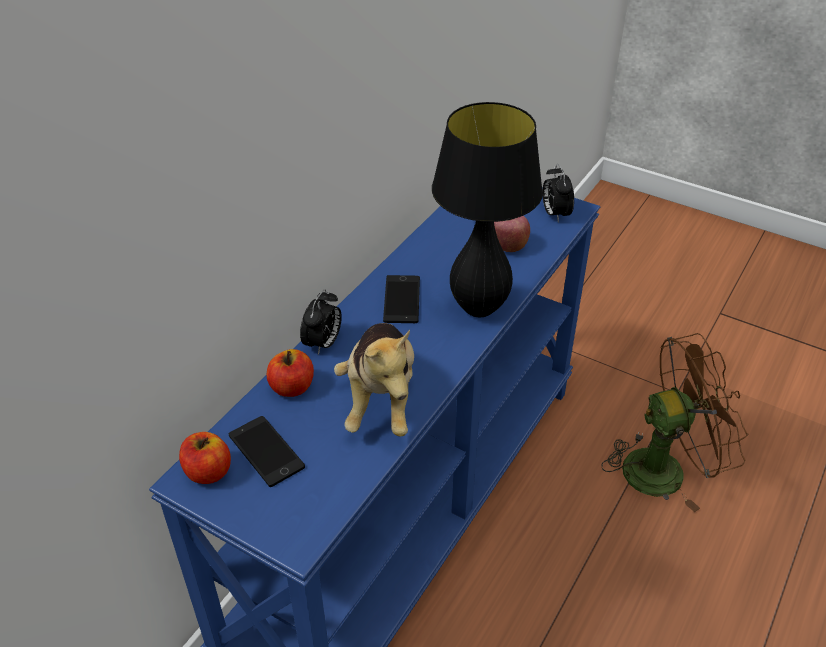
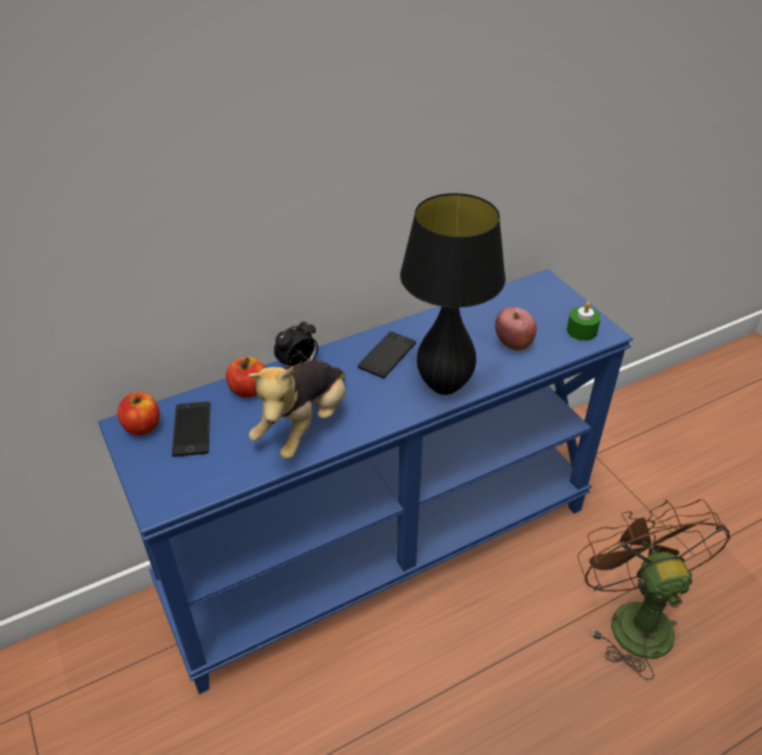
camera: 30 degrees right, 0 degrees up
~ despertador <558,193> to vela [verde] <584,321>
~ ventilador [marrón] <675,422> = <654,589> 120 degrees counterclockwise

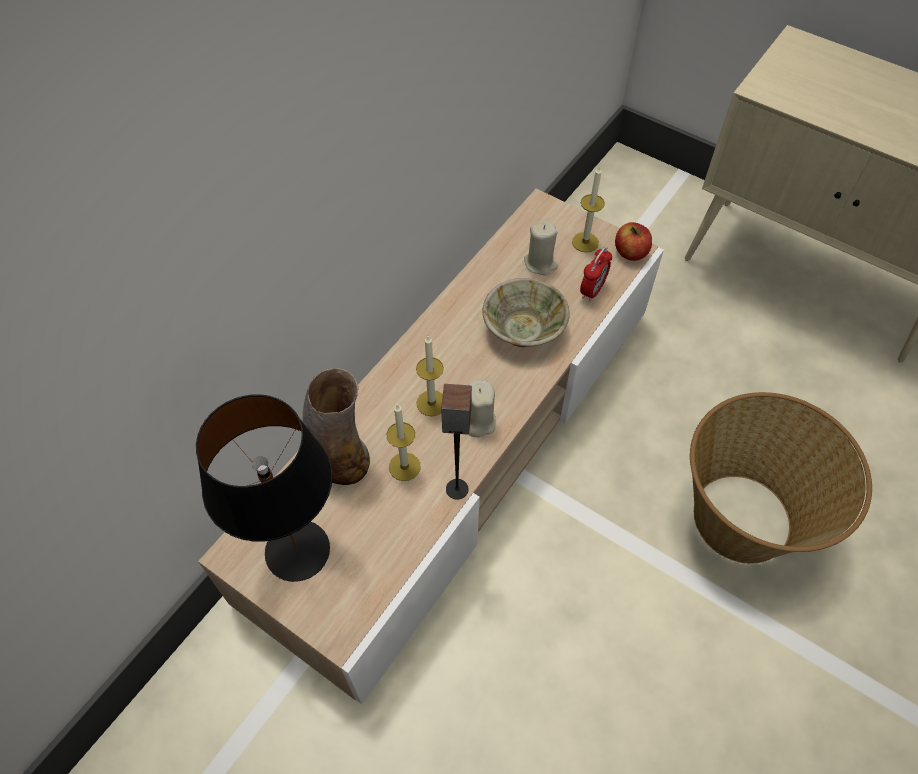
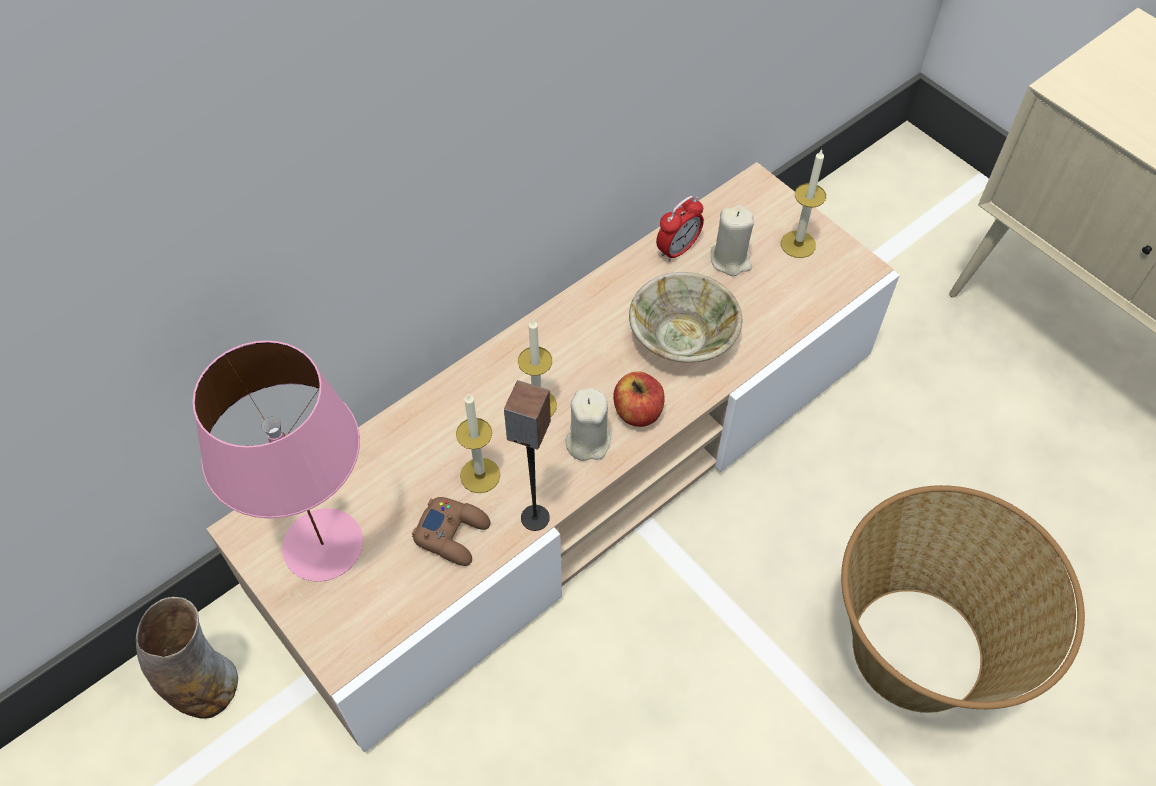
camera: 15 degrees right, 0 degrees up
~ lámpara de mesa [negro] <264,488> to lámpara de mesa [rosa] <278,461>
~ florero <336,426> to <187,658>
~ despertador <596,274> to <680,229>
~ manzana <633,241> to <638,399>
+ mando de consola [marrón] <451,531>

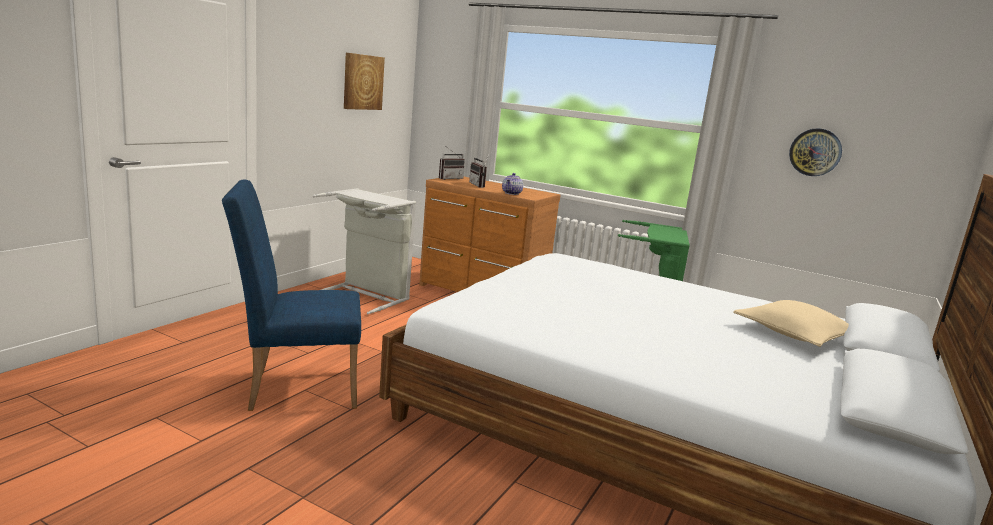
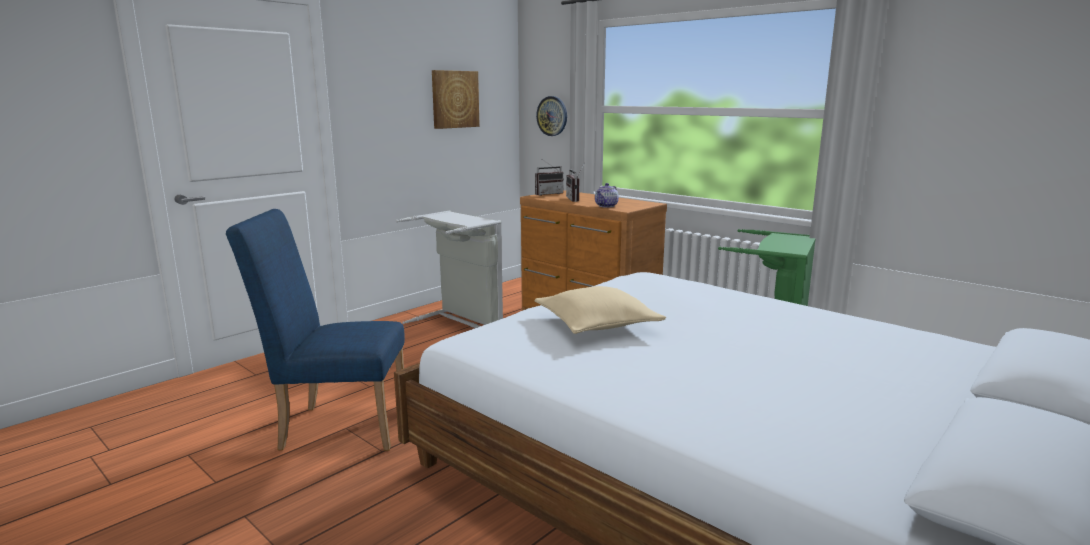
camera: 15 degrees right, 0 degrees up
~ cojín [beis] <791,323> to <600,310>
~ reloj de pared <815,152> to <551,116>

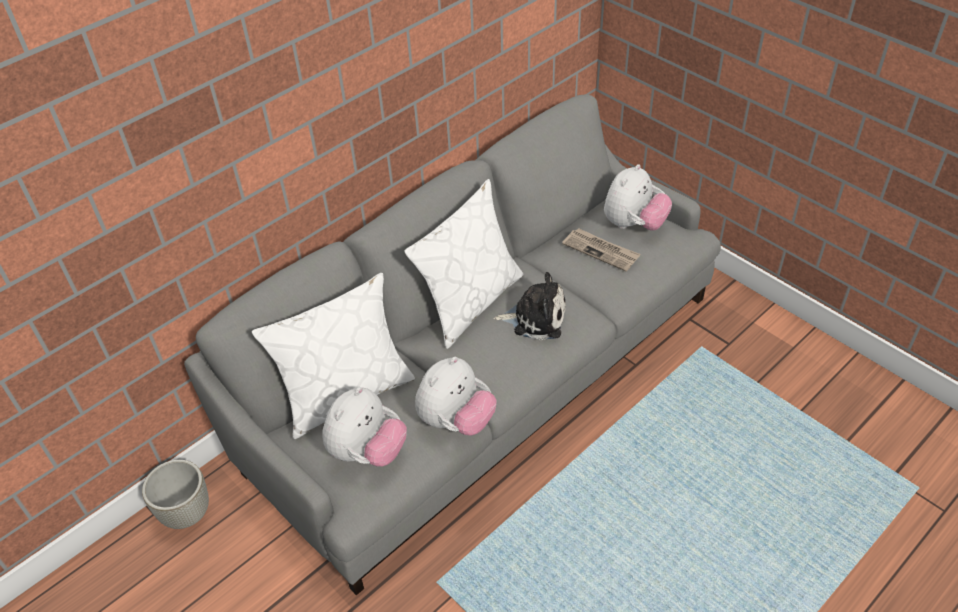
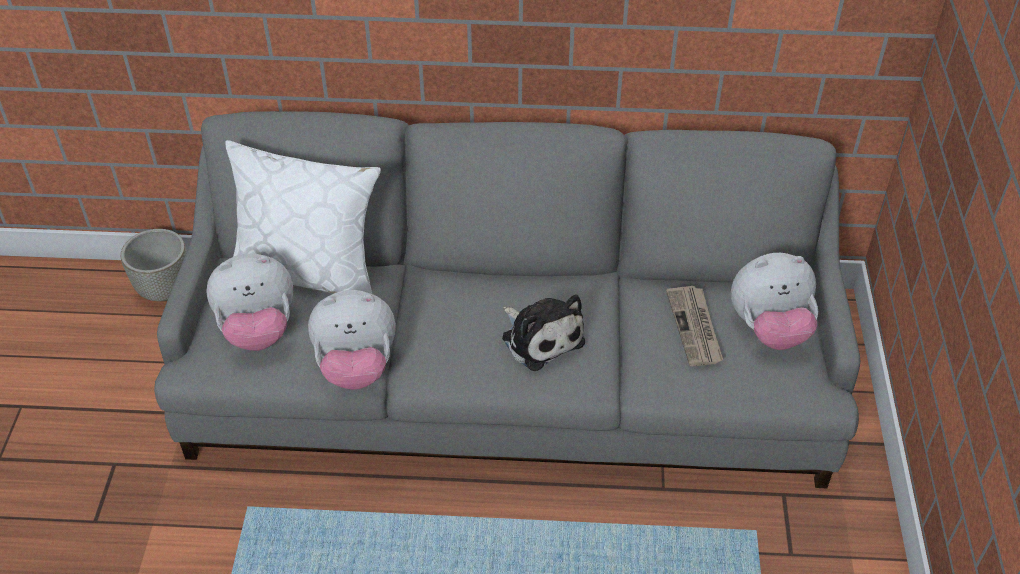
camera: 45 degrees right, 0 degrees up
- cojín [blanco] <464,264>

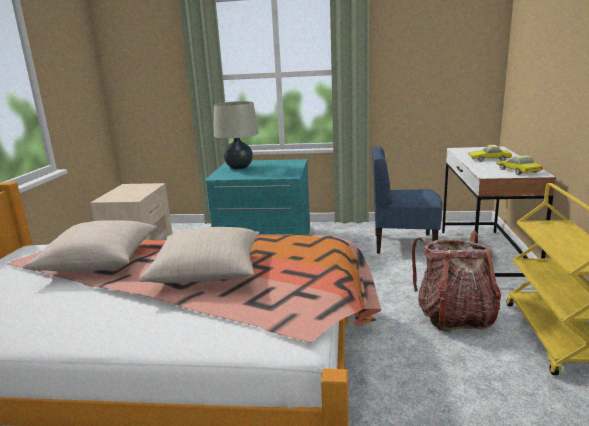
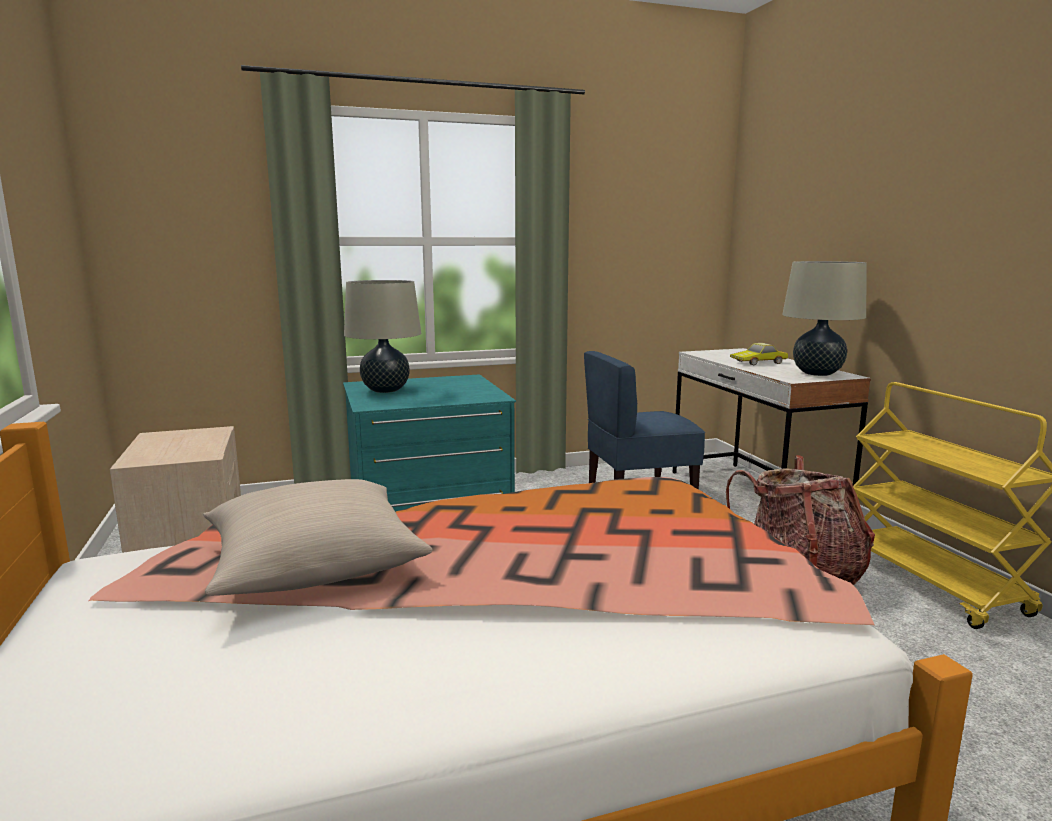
camera: 25 degrees left, 5 degrees down
- cojín [beis] <199,255>
~ coche de juguete <519,165> to lámpara de mesa [beis] <824,318>

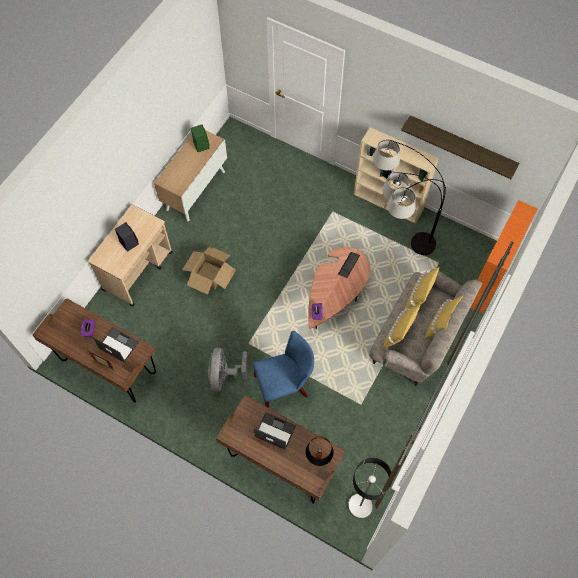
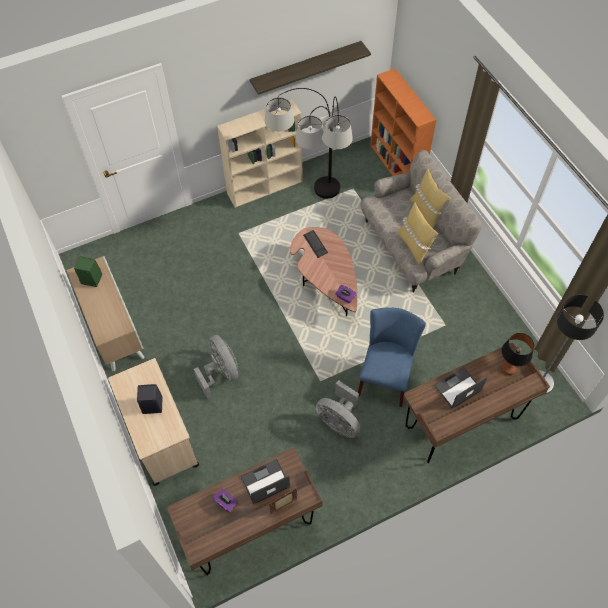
camera: 55 degrees left, 5 degrees down
~ caja de cartón <209,270> to ventilador [gris] <216,367>
- cojín [amarillo] <422,289>

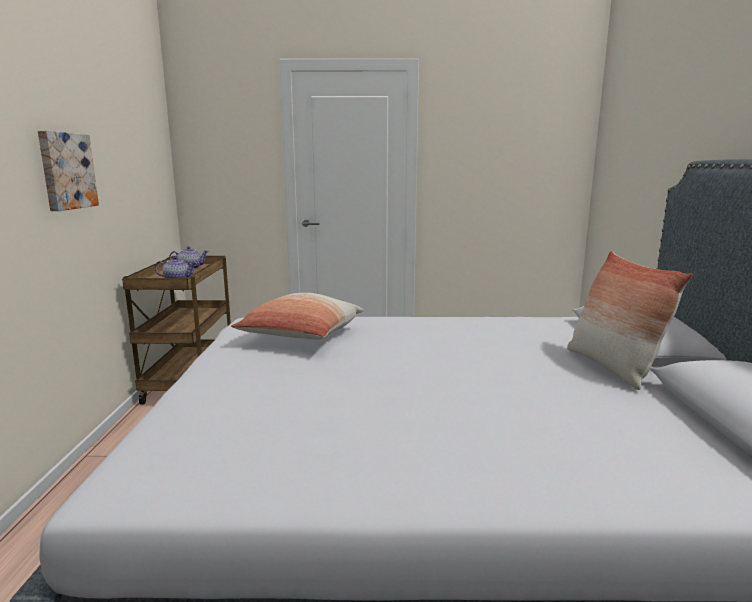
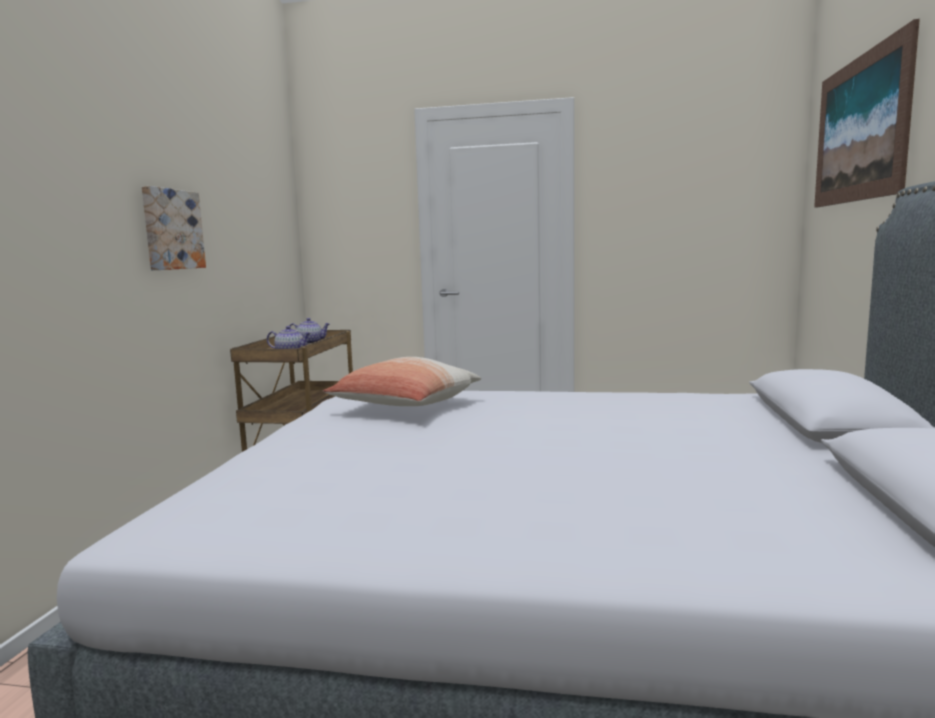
camera: 10 degrees right, 5 degrees down
- cojín <630,320>
+ cuadro <867,113>

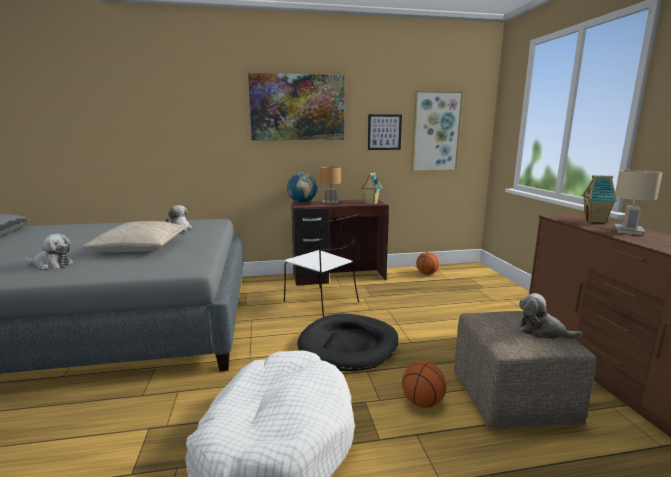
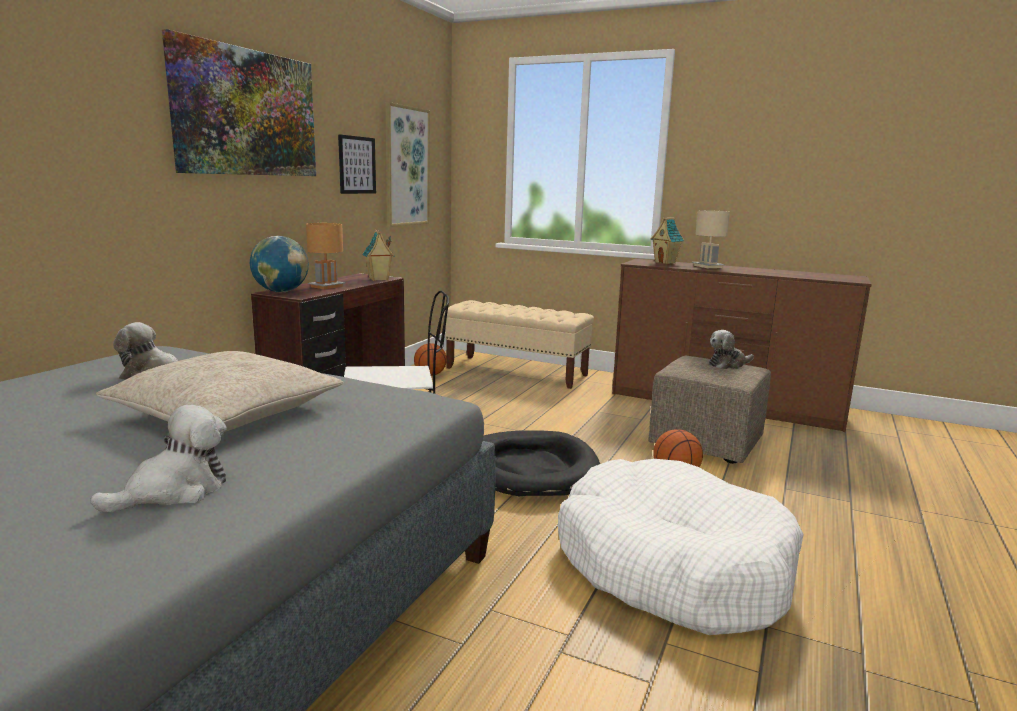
camera: 55 degrees left, 0 degrees up
+ banco [beis] <519,344>

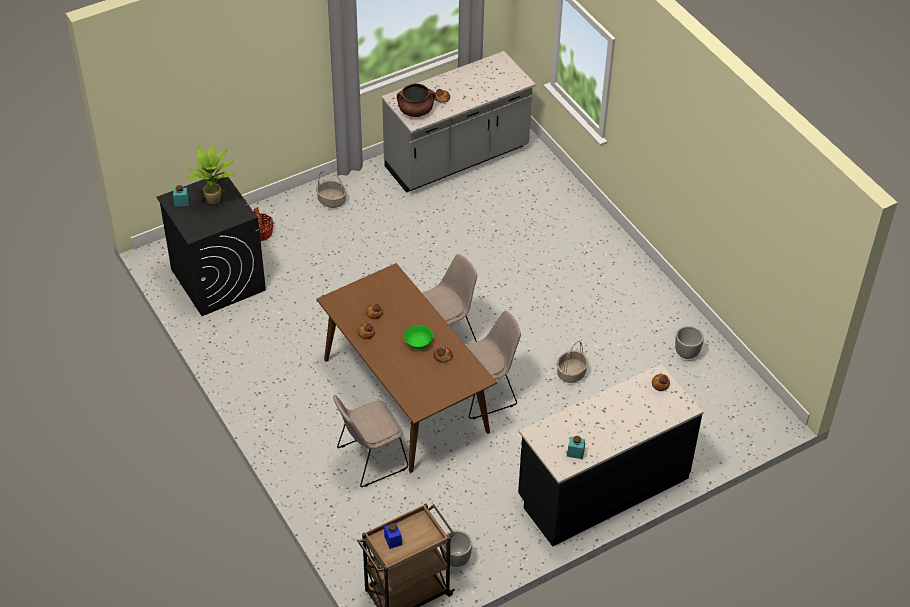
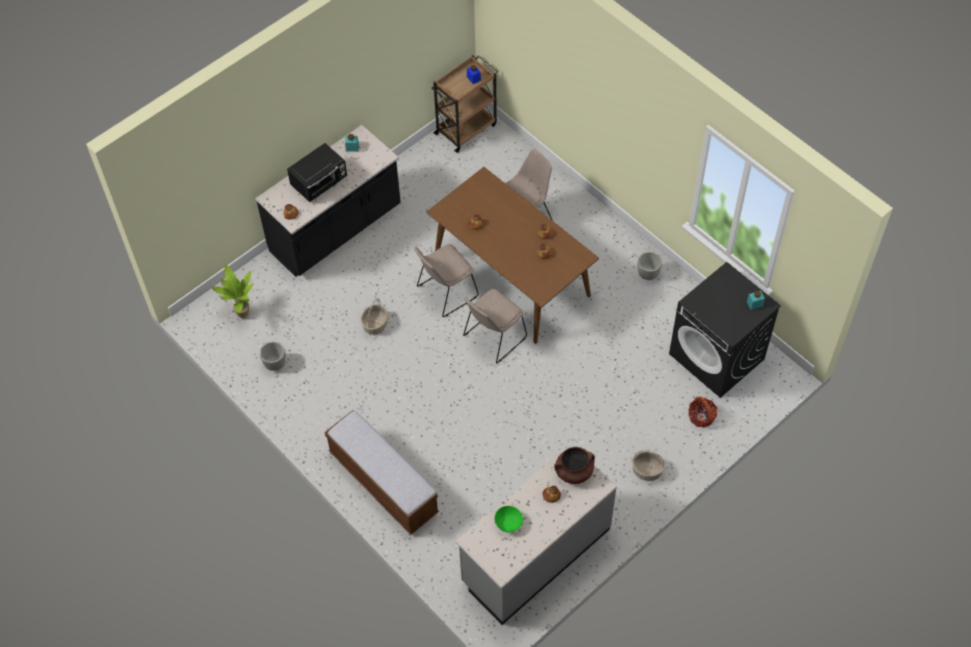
camera: 170 degrees right, 10 degrees up
~ planta en maceta <211,174> to <232,291>
~ cuenco [verde] <418,337> to <509,519>
~ maceta <456,548> to <649,266>
+ microondas [negro] <317,172>
+ banco <382,472>

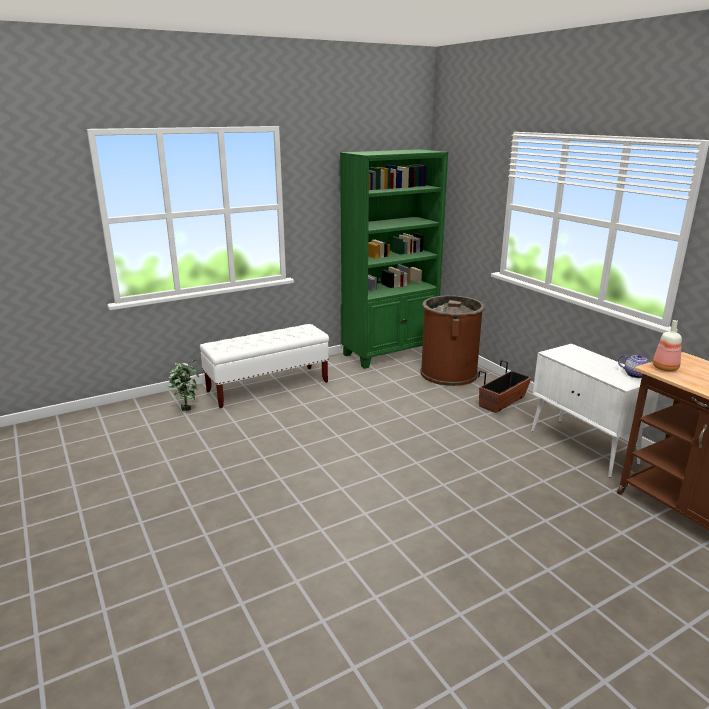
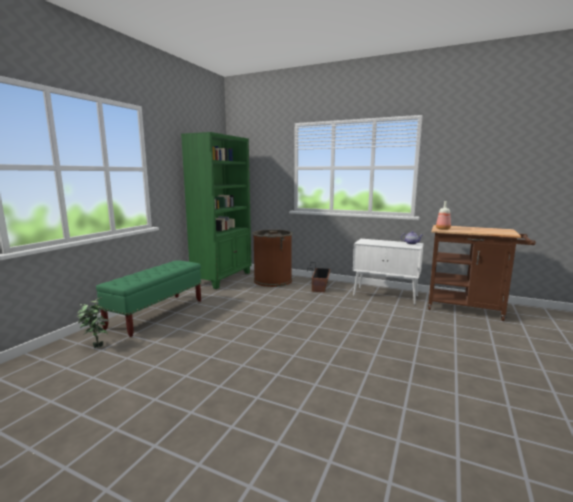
camera: 35 degrees left, 10 degrees down
~ banco [blanco] <264,366> to banco [verde] <148,298>

